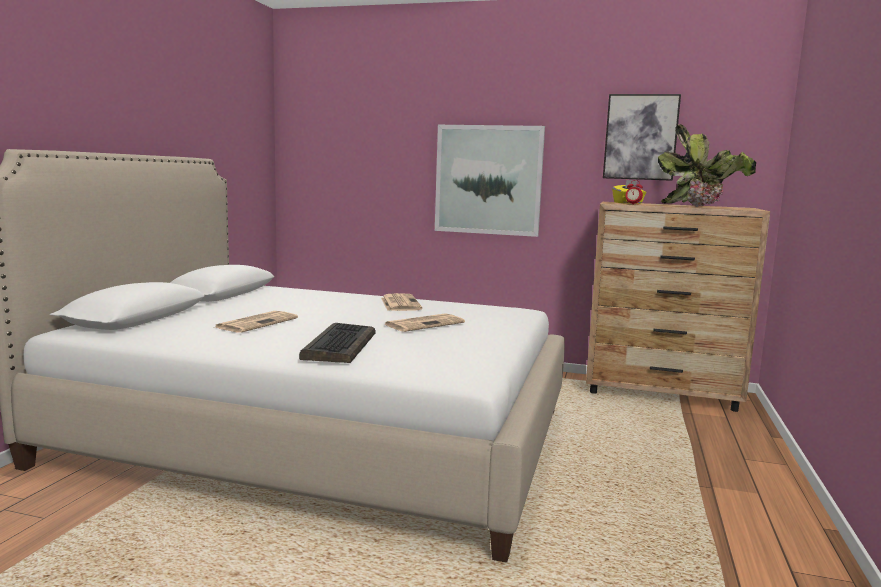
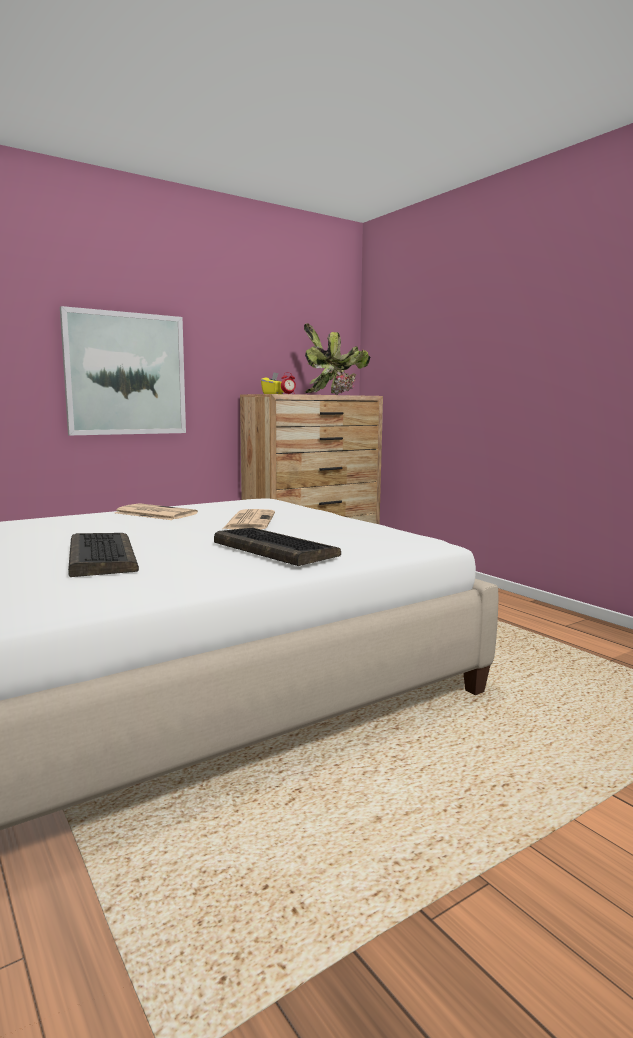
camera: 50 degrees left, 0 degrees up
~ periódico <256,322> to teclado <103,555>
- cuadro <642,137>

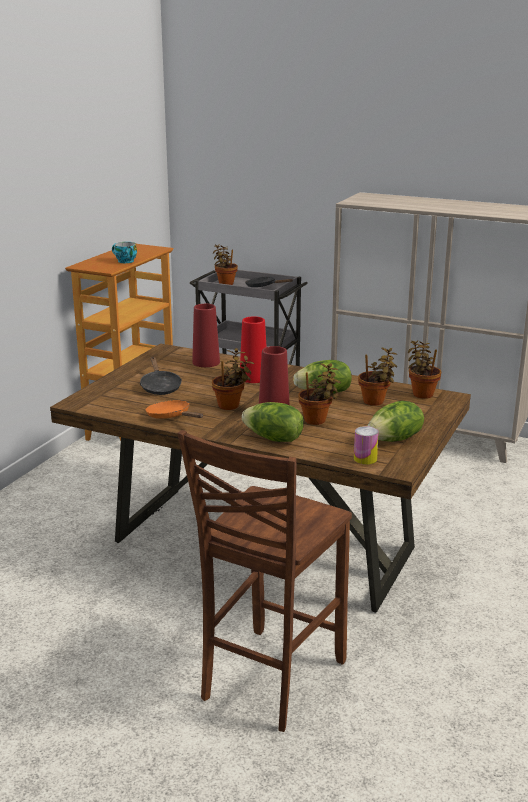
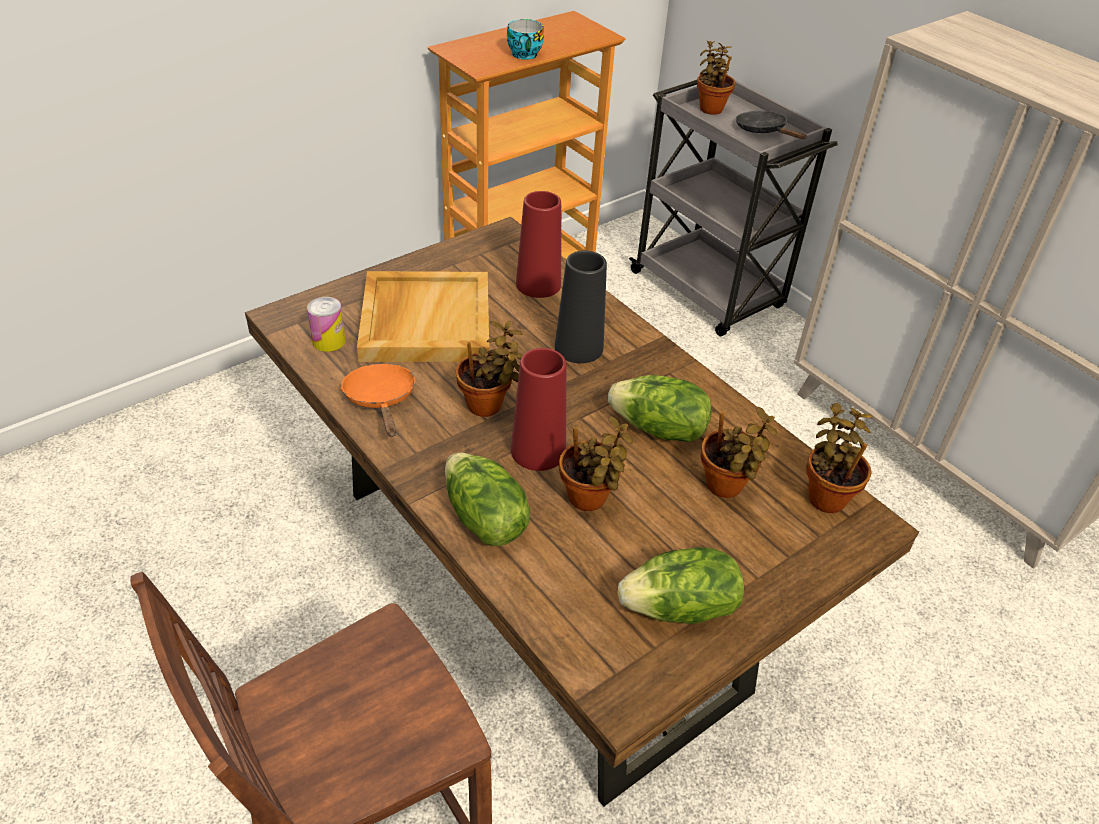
camera: 25 degrees right, 20 degrees up
~ sartén [negro] <161,376> to bandeja [beis] <423,316>
~ florero [rojo] <253,349> to florero [negro] <581,307>
~ lata <366,445> to <326,324>

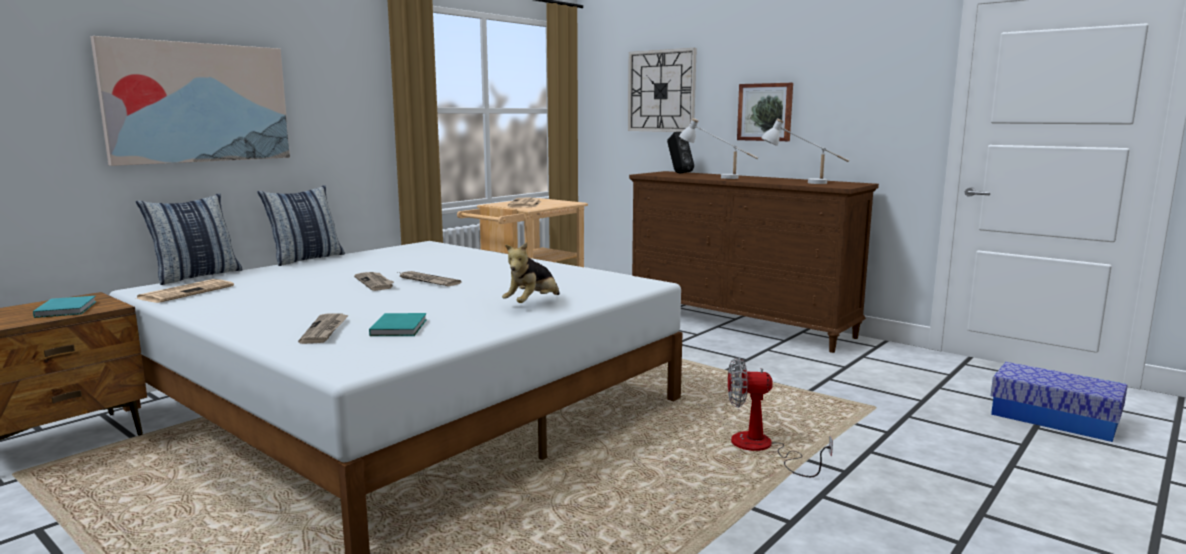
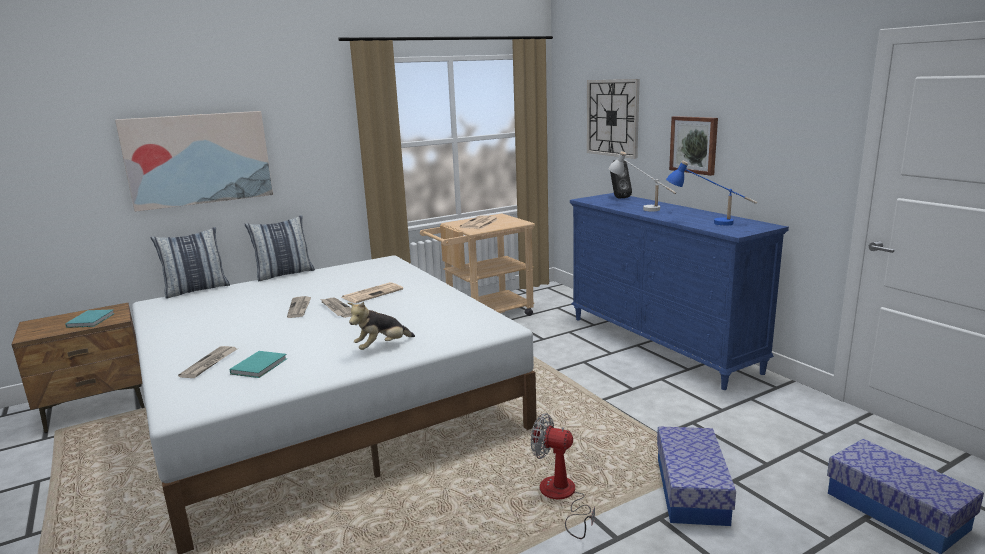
camera: 20 degrees right, 5 degrees up
~ periódico <184,291> to <372,292>
~ cómoda [marrón] <754,262> to cómoda [azul] <679,291>
~ lámpara de mesa [blanco] <805,151> to lámpara de mesa [azul] <711,193>
+ caja de almacenaje <696,476>

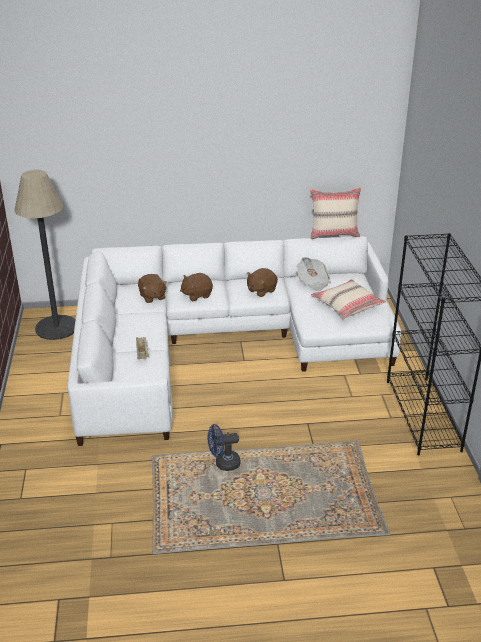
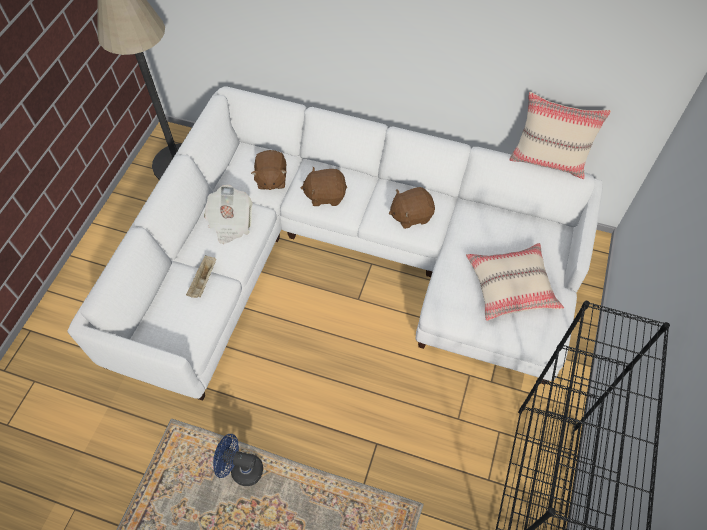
camera: 25 degrees right, 25 degrees up
~ periódico <313,274> to <228,214>

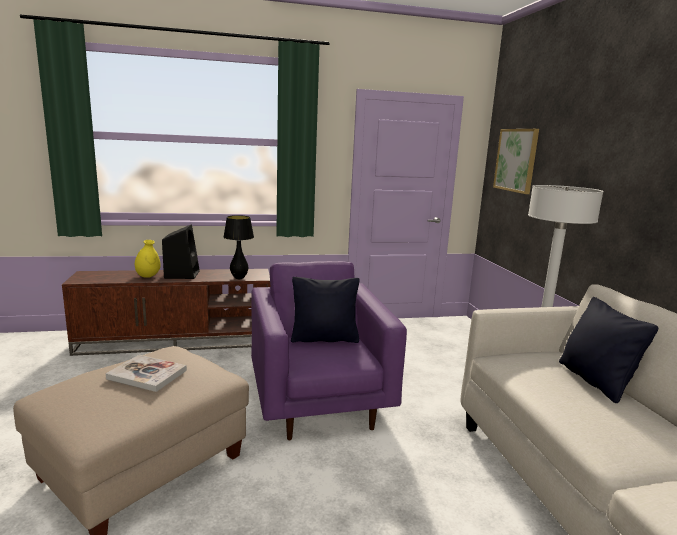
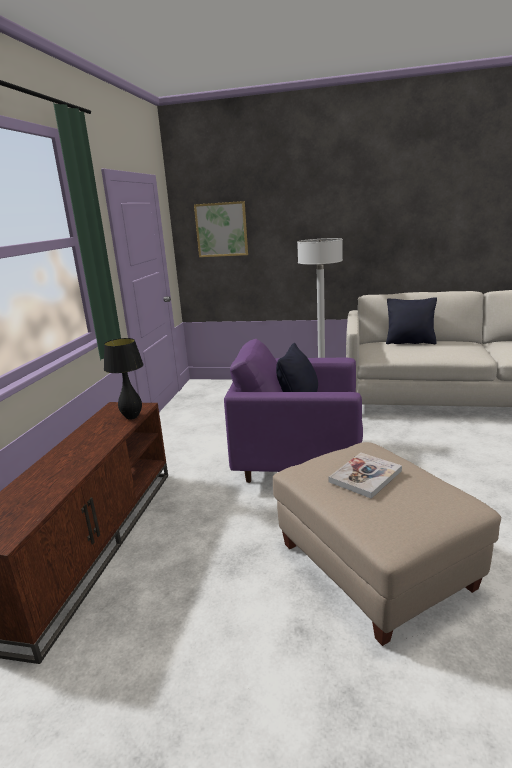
camera: 65 degrees left, 5 degrees up
- florero [amarillo] <148,259>
- altavoz [negro] <181,251>

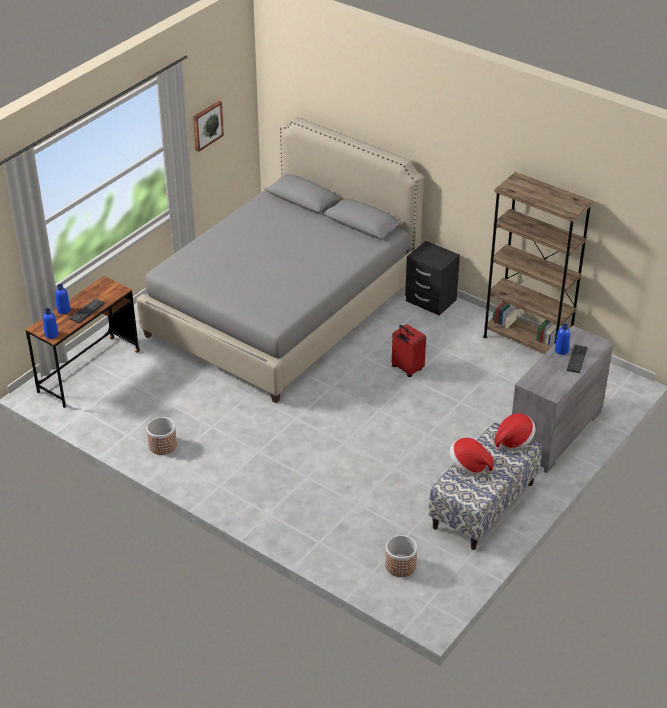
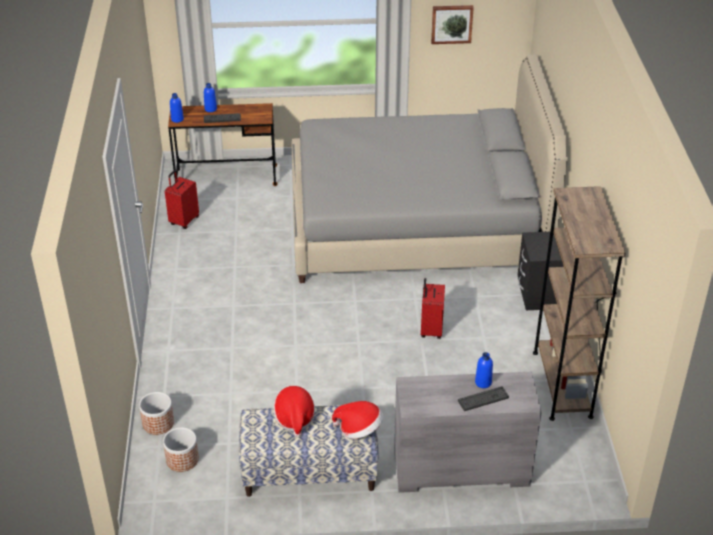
camera: 50 degrees right, 0 degrees up
~ maceta <161,436> to <156,413>
+ maleta [rojo] <182,199>

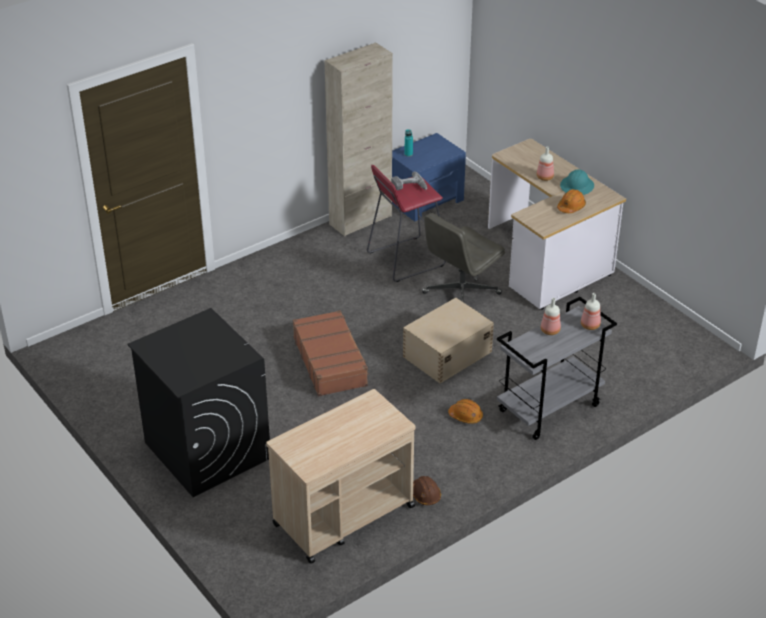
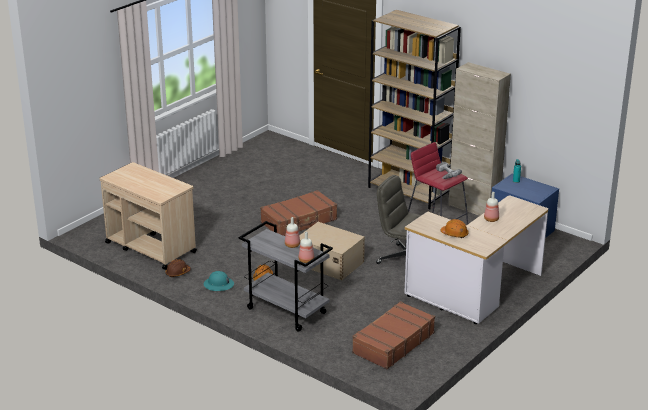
camera: 75 degrees right, 10 degrees down
- lavadora [negro] <199,402>
~ casco [turquesa] <577,182> to <219,281>
+ maleta [marrón] <393,335>
+ estantería [marrón] <414,109>

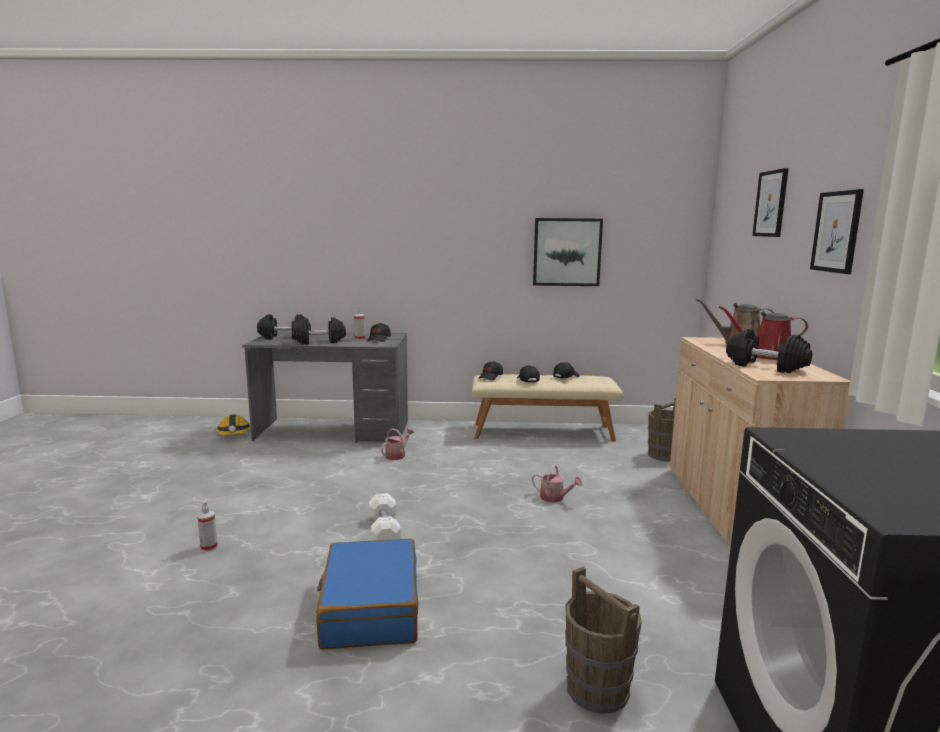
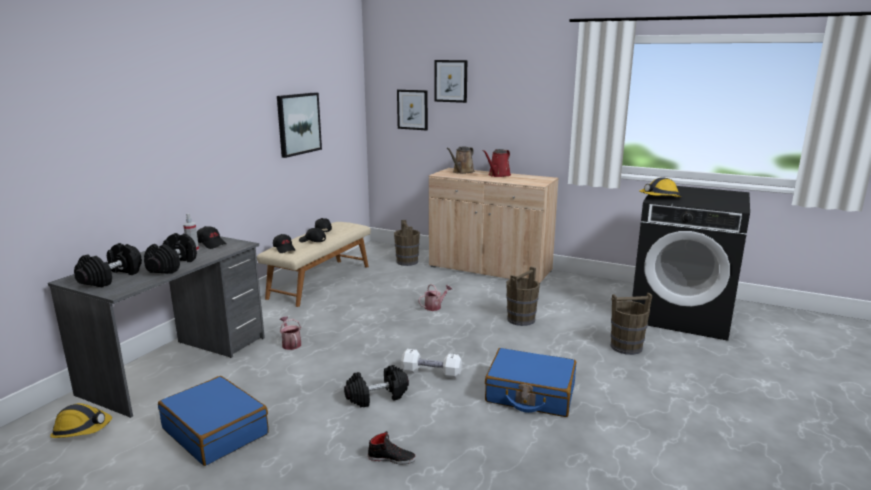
camera: 65 degrees left, 5 degrees up
~ pulverizador <207,526> to zapato [negro] <392,448>
~ mancuerna [negro] <769,351> to <376,386>
~ cuadro <837,231> to <412,110>
+ maleta [azul] <213,421>
+ cubo [marrón] <523,296>
+ casco <660,187>

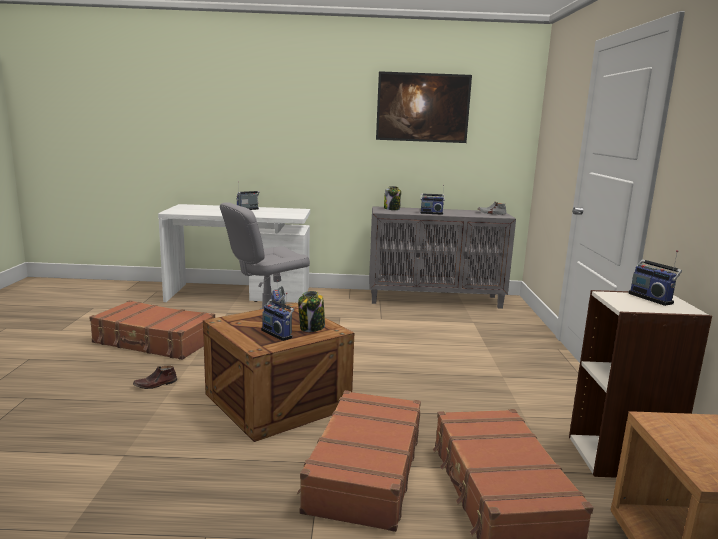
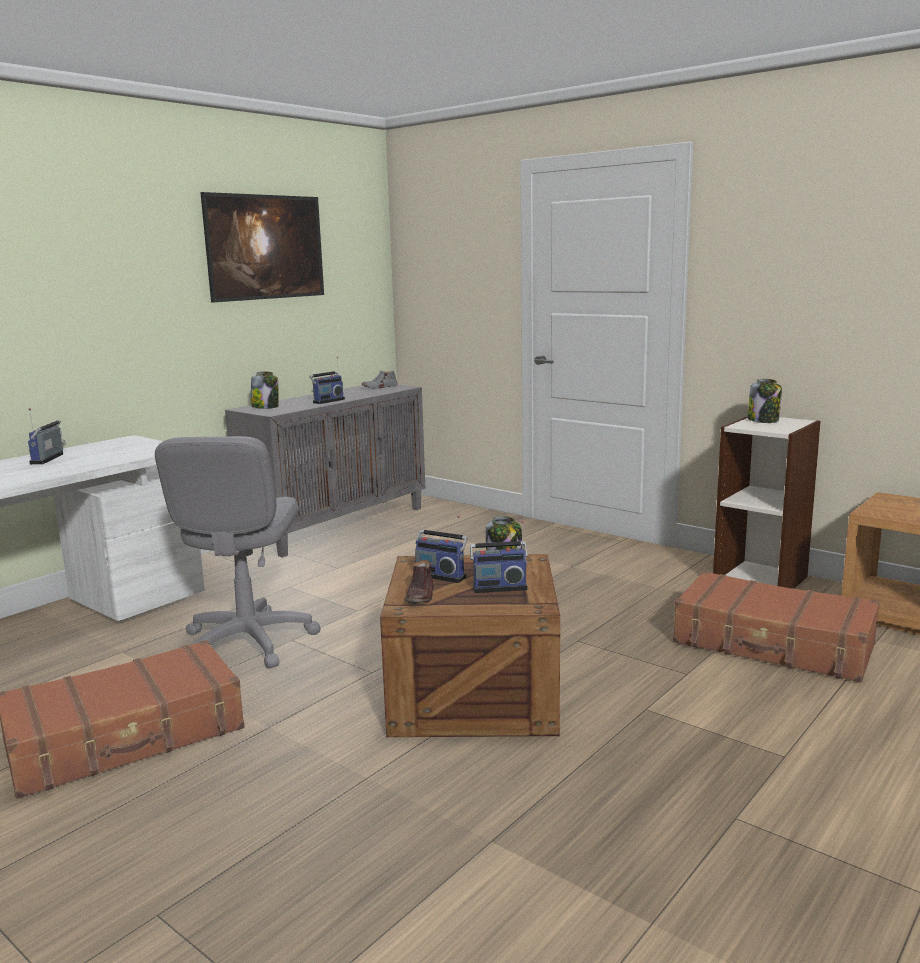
camera: 50 degrees left, 0 degrees up
~ zapato [marrón] <155,377> to <419,581>
- maleta [marrón] <359,461>
~ radio <655,278> to tarro <764,401>

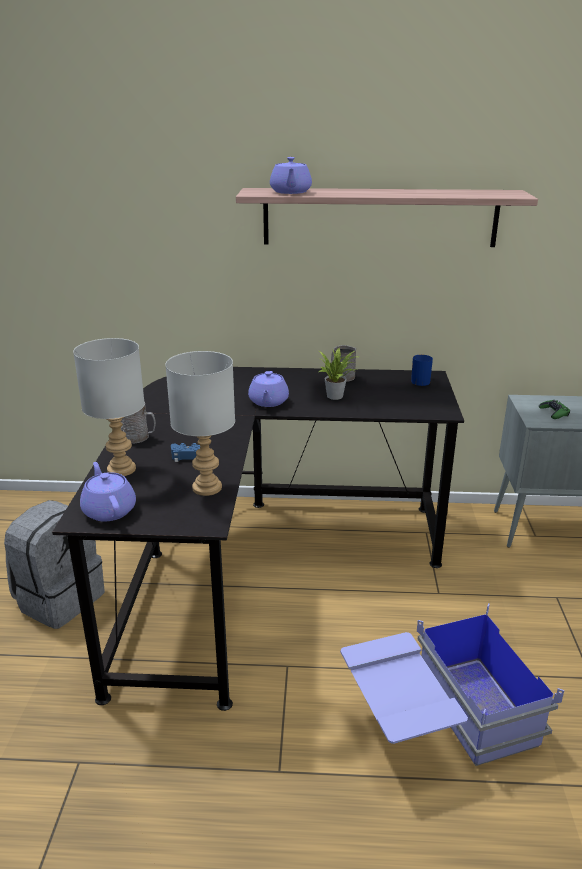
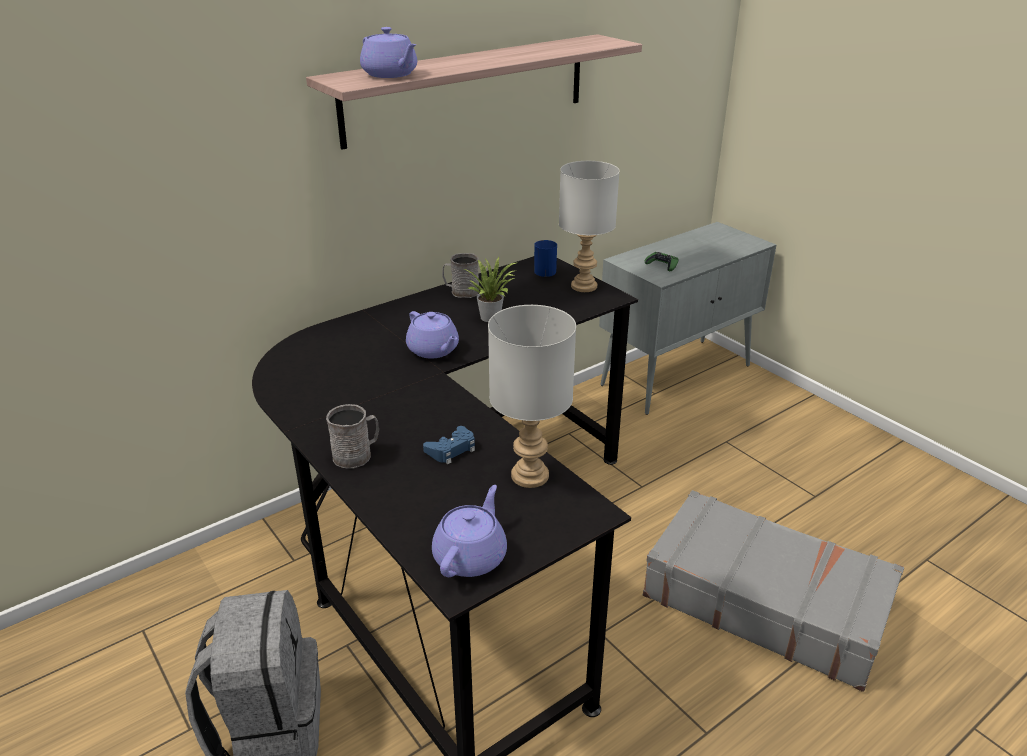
camera: 40 degrees left, 5 degrees up
~ lámpara de mesa [gris] <109,407> to <589,226>
~ tetera [morado] <108,492> = <469,531> 90 degrees clockwise
~ caja de almacenaje [azul] <452,684> to maleta [gris] <773,591>

